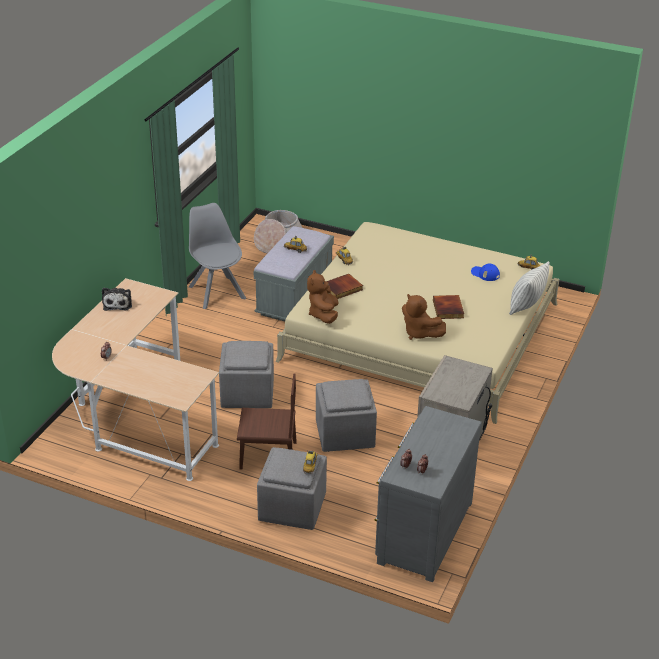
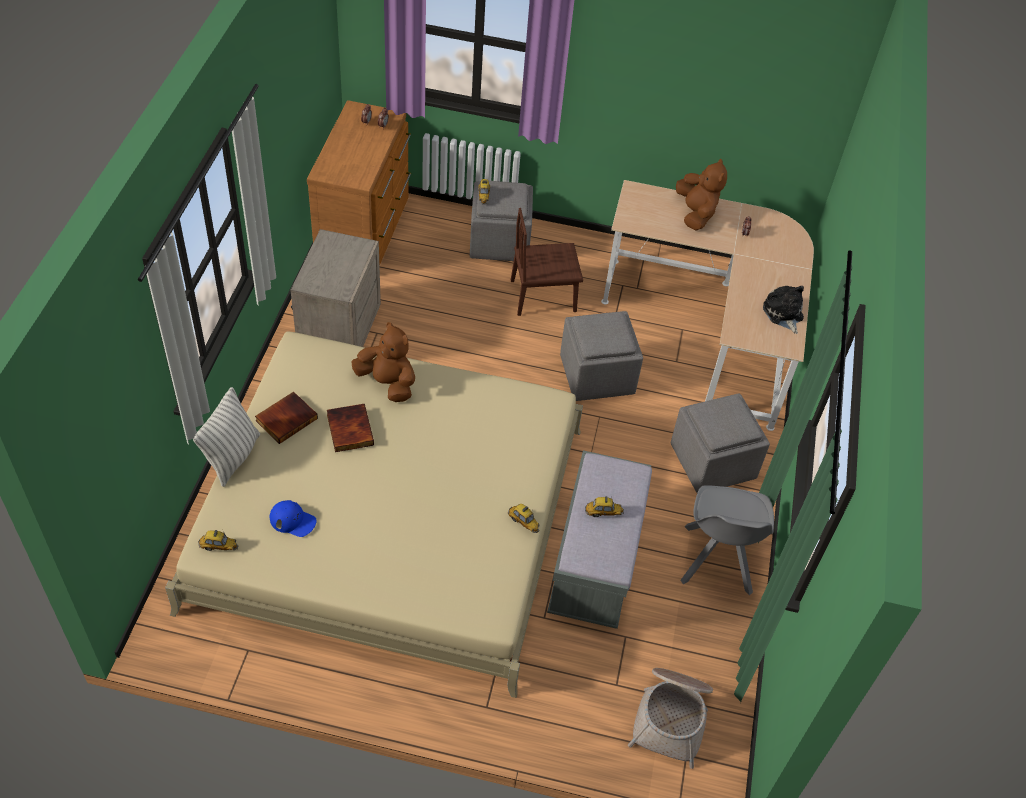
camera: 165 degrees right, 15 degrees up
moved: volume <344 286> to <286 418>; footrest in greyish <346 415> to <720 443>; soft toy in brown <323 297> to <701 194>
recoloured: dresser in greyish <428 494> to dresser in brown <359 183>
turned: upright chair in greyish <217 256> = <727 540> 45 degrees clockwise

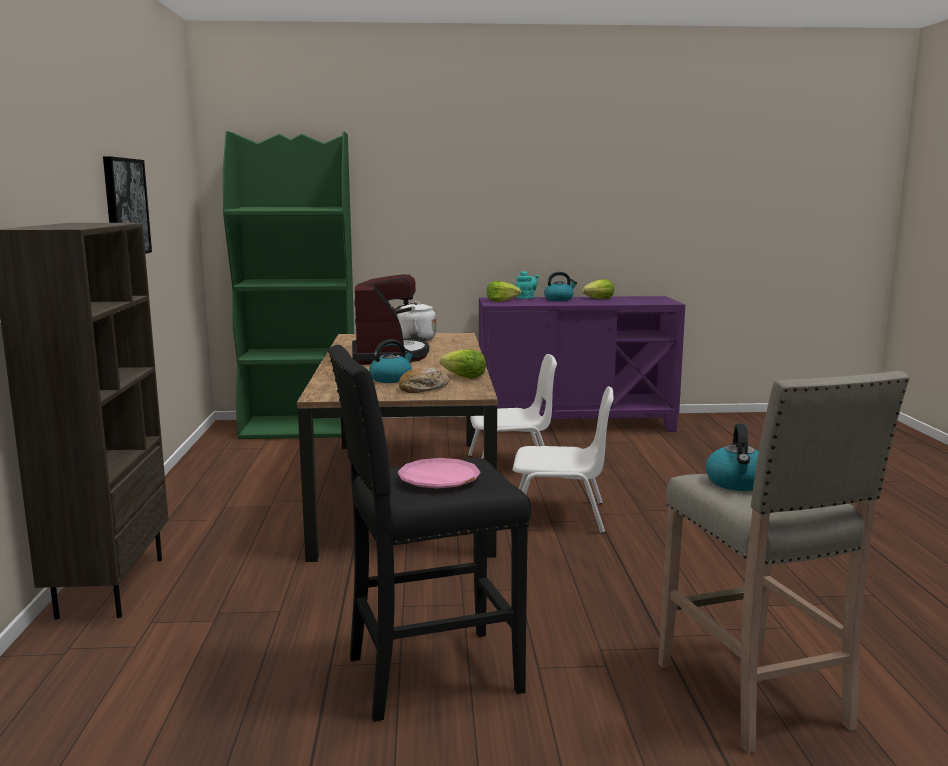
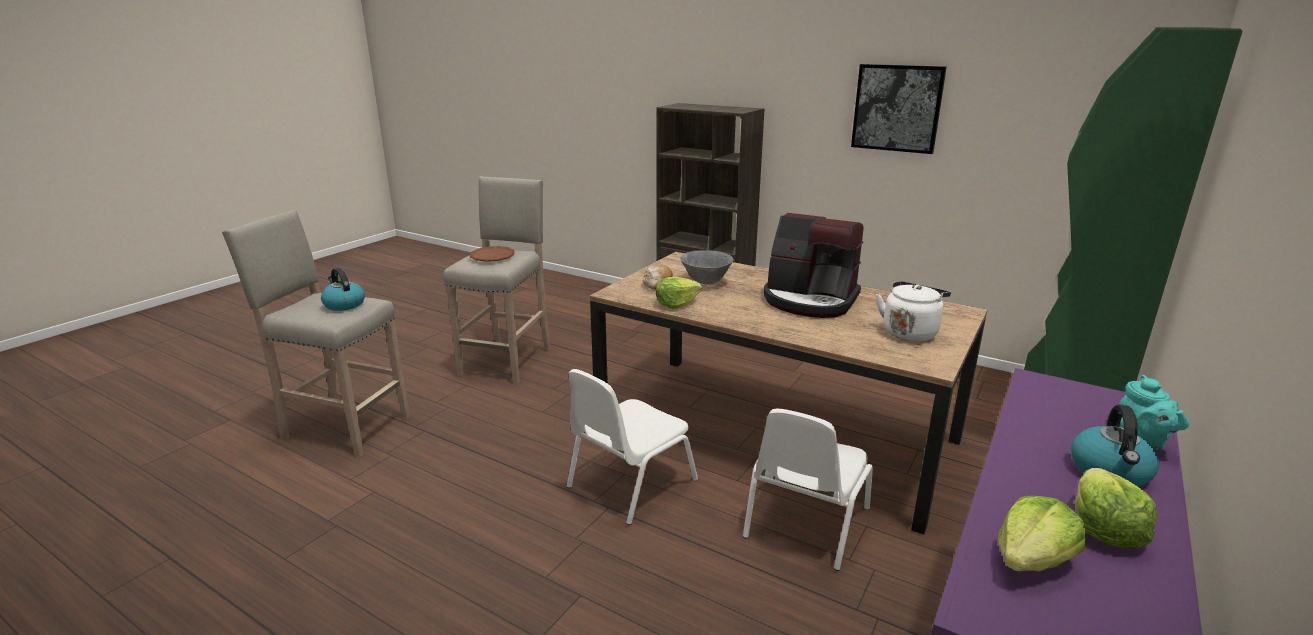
camera: 125 degrees right, 10 degrees up
moved: head of lettuce <504 291> to <1042 534>
replaced: kettle <391 361> to serving bowl in greyish <706 267>
recoloured: sitting stool in black <429 533> to sitting stool in beige <496 280>; plate in pinkish <439 473> to plate in brown <492 254>

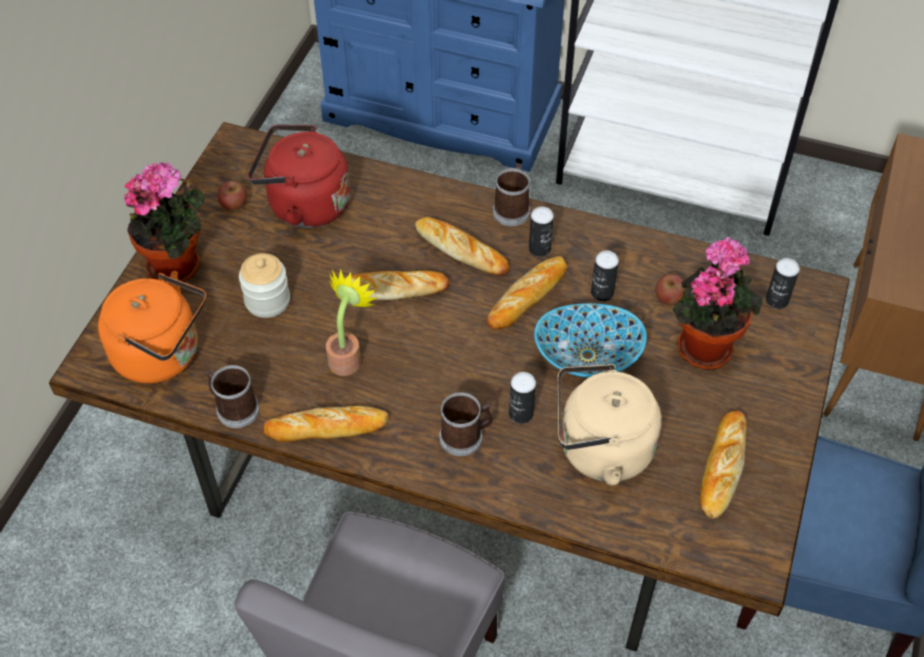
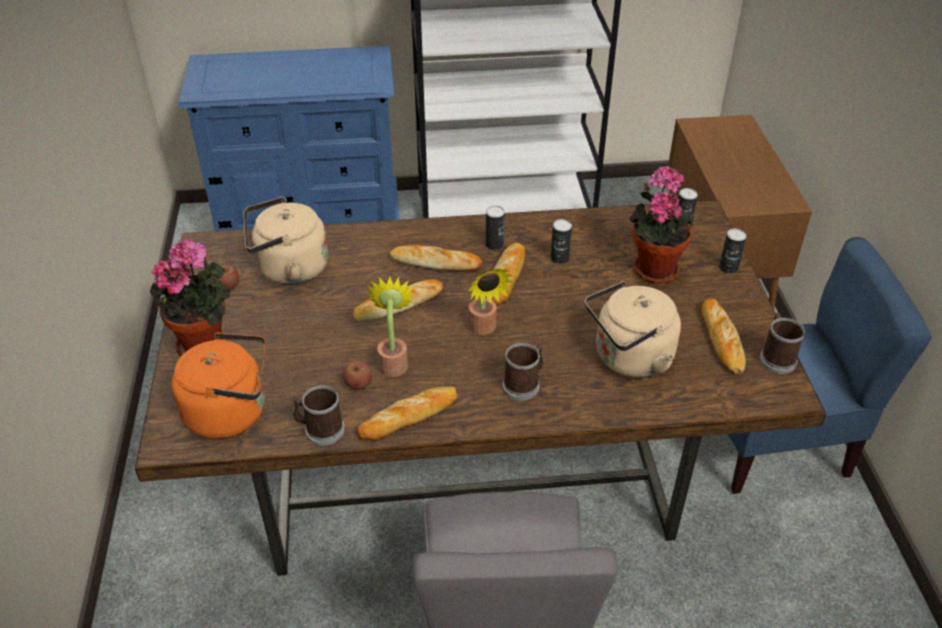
camera: 25 degrees left, 10 degrees down
removed: storage jar <264 285>; serving bowl <590 340>
added: plant in a pot <491 302>
moved: apple <671 289> to <357 375>; sealed can <522 398> to <732 251>; coffee mug <511 194> to <782 343>
recoloured: kettle in red-coloured <299 176> to kettle in beige <285 241>

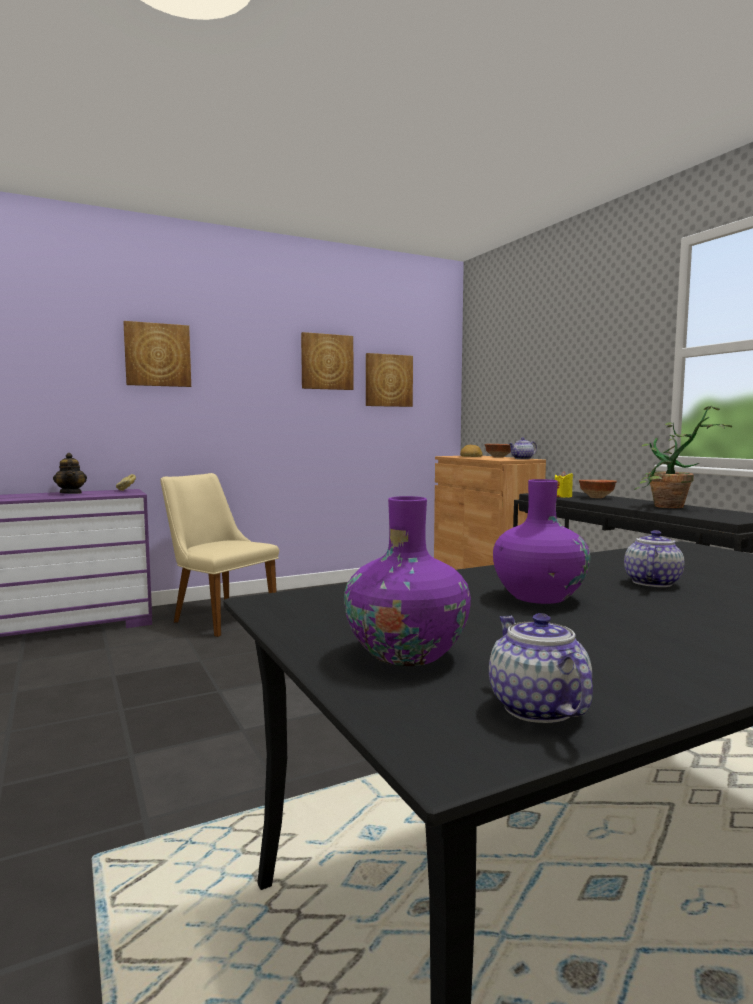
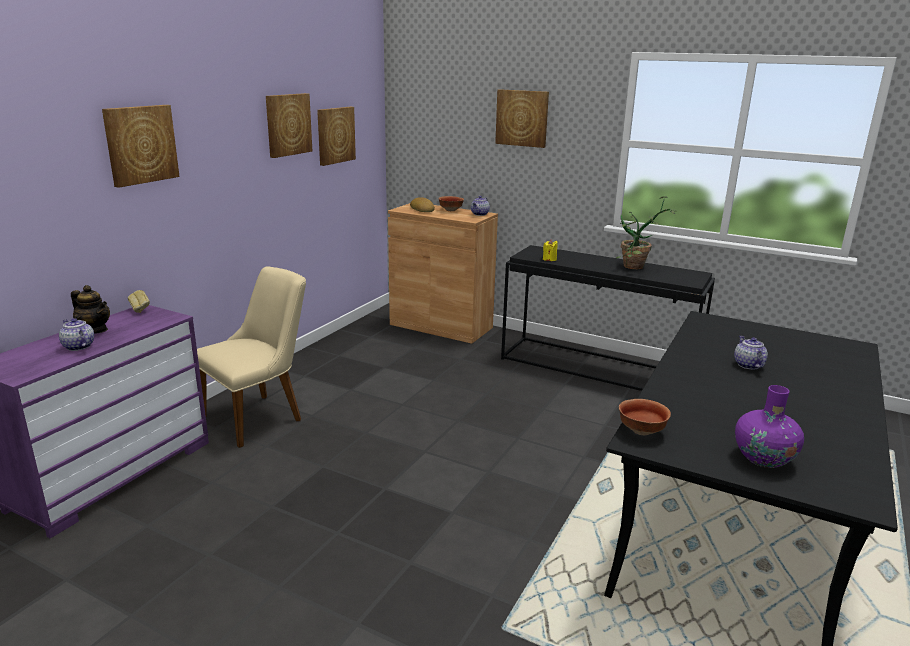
camera: 35 degrees left, 15 degrees up
removed: decorative vase in purplish <541 541>
added: wall art <522 118>
moved: teapot <541 668> to <76 334>; serving bowl <598 489> to <645 417>
turned: upright chair in beige <219 555> = <251 357> 135 degrees clockwise

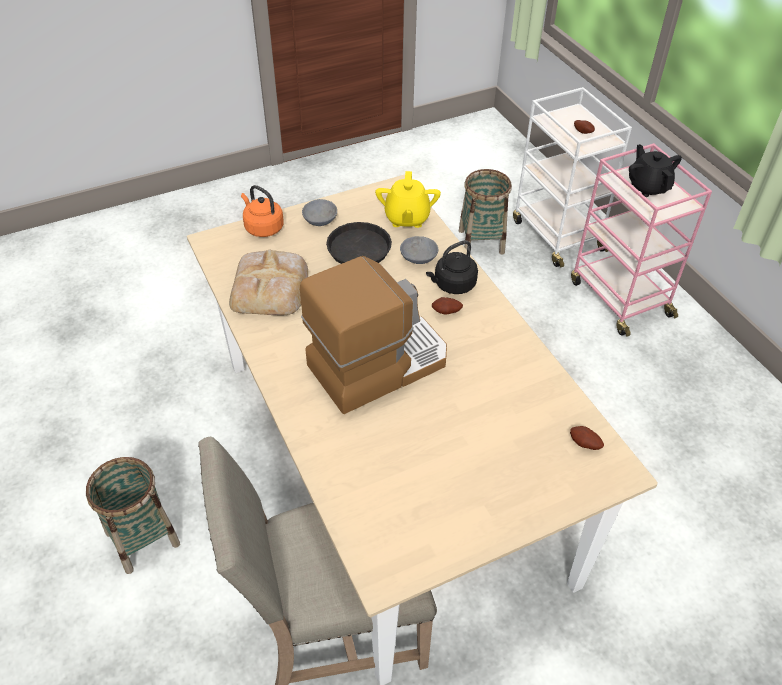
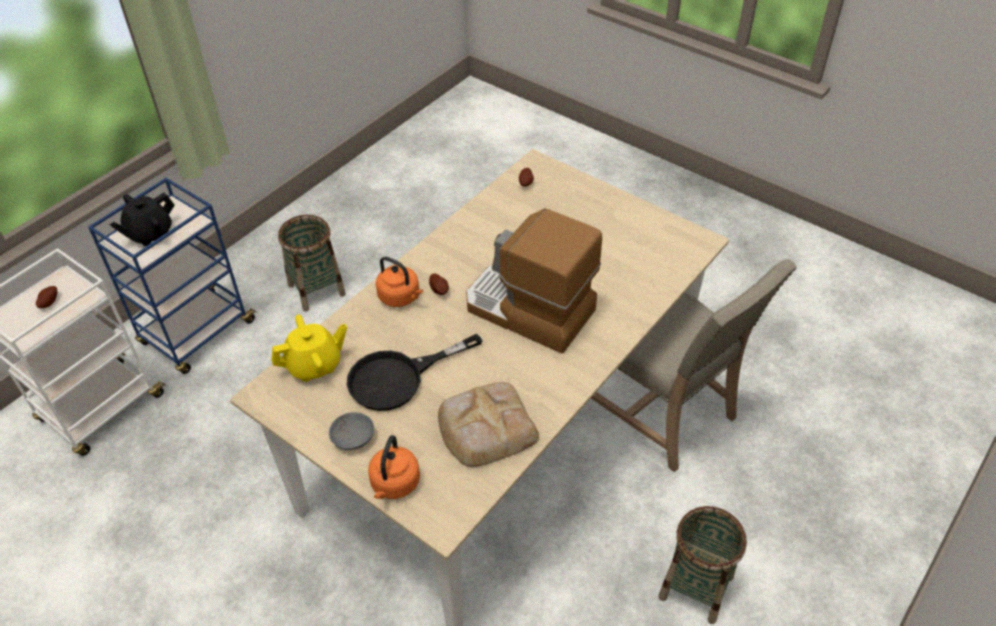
camera: 115 degrees left, 0 degrees up
removed: serving bowl in greyish <419 250>
moved: basket <485 212> to <312 263>
recoloured: cart in pinkish <641 240> to cart in blue-coloured <173 276>; kettle in black <452 267> to kettle in orangey <399 281>

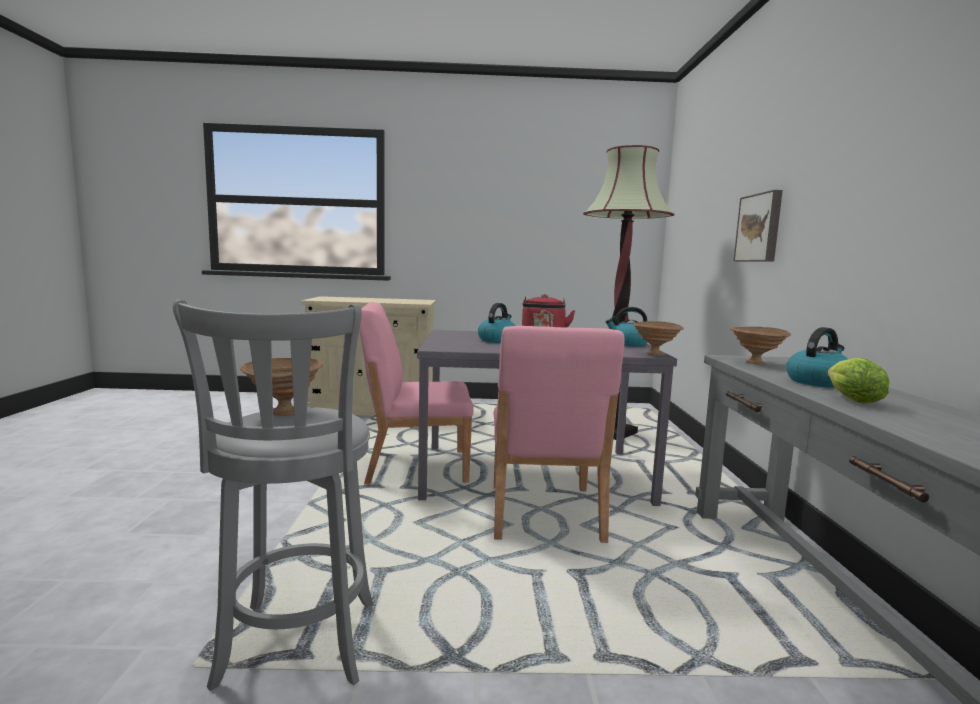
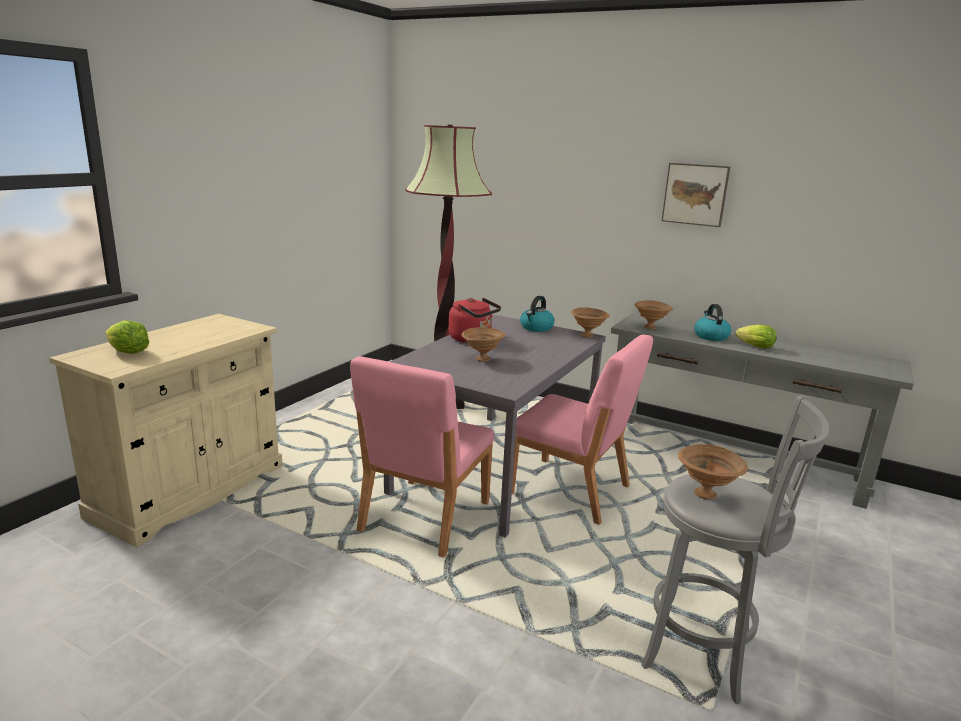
camera: 60 degrees left, 10 degrees up
added: head of lettuce <127 337>
moved: wall art <758 226> to <696 195>
replaced: kettle <496 323> to serving bowl in brown <483 344>

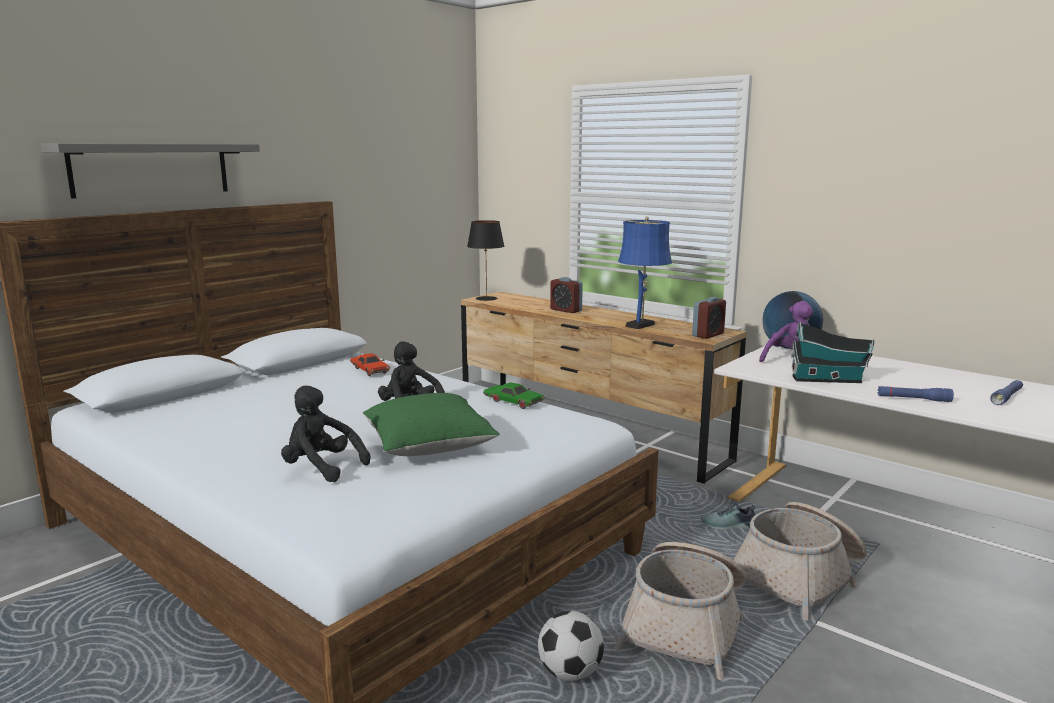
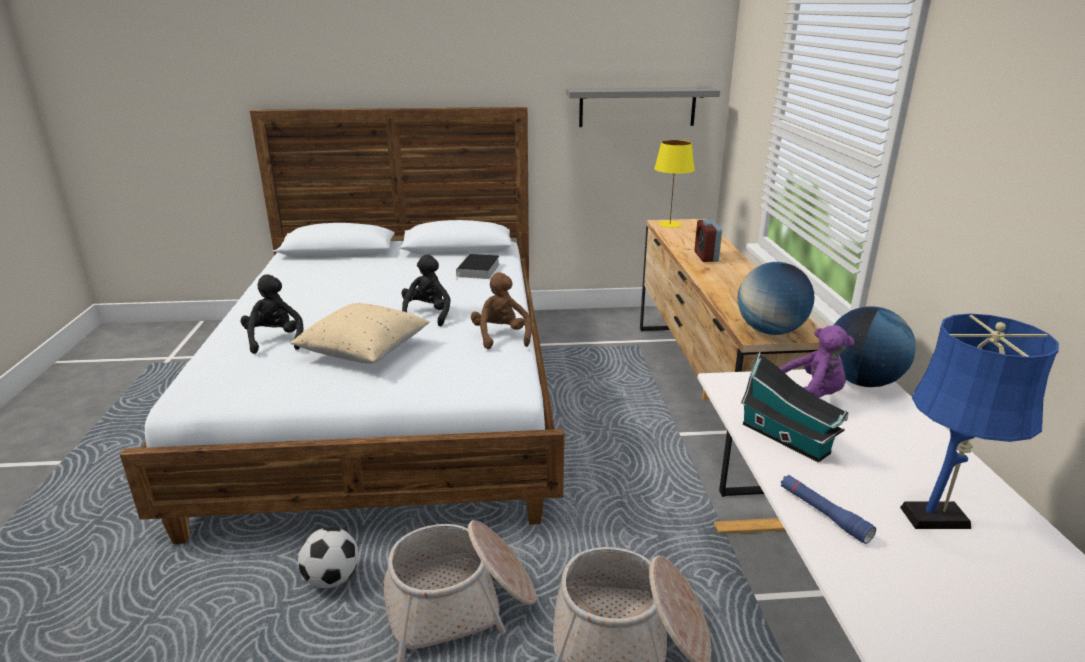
camera: 45 degrees right, 10 degrees up
removed: shoe <728 516>; flashlight in blue-coloured <1006 392>
moved: shelf in greyish <150 171> to <643 107>; lamp for a table in blue-coloured <645 272> to <979 421>
replaced: model car in red-coloured <370 364> to volume <477 267>; model car in greenish <513 395> to soft toy in brown <501 310>; table clock <709 318> to world globe <776 298>
recoloured: throw pillow in greenish <431 424> to throw pillow in beige <360 333>; lamp for a table in black <485 260> to lamp for a table in yellow-coloured <674 184>

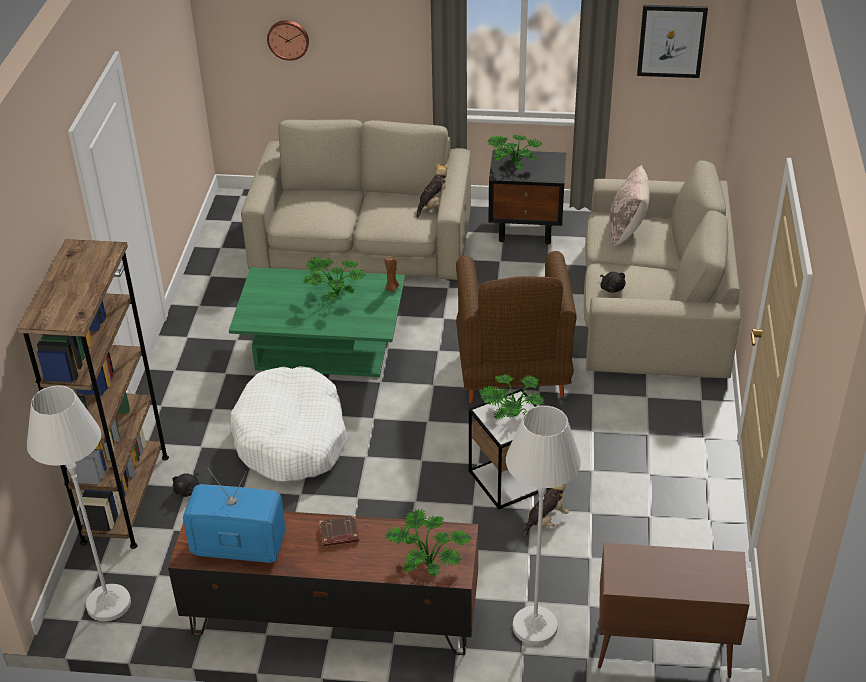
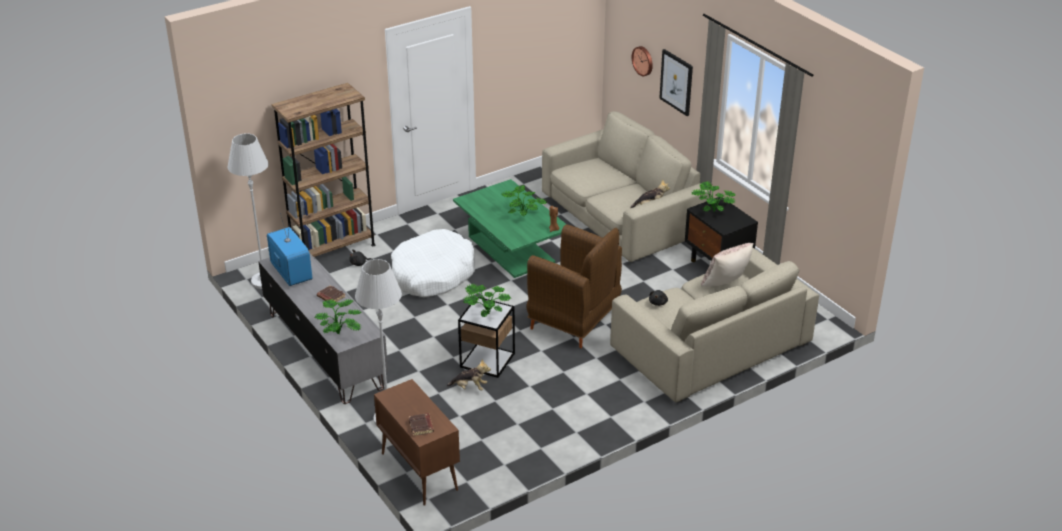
camera: 50 degrees right, 5 degrees down
added: volume in brown <421 424>
moved: wall art <672 41> to <676 82>
recoloured: tv unit in brown <323 583> to tv unit in greyish <323 329>
turned: armchair in brown <516 327> = <574 286> 105 degrees counterclockwise

